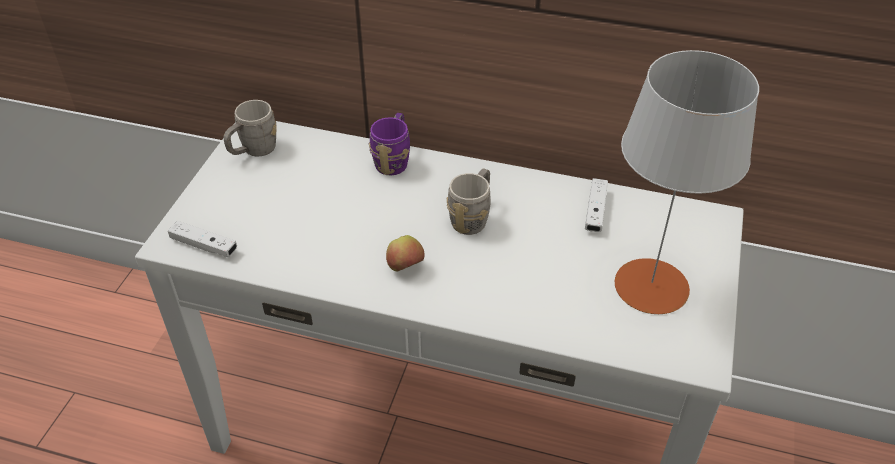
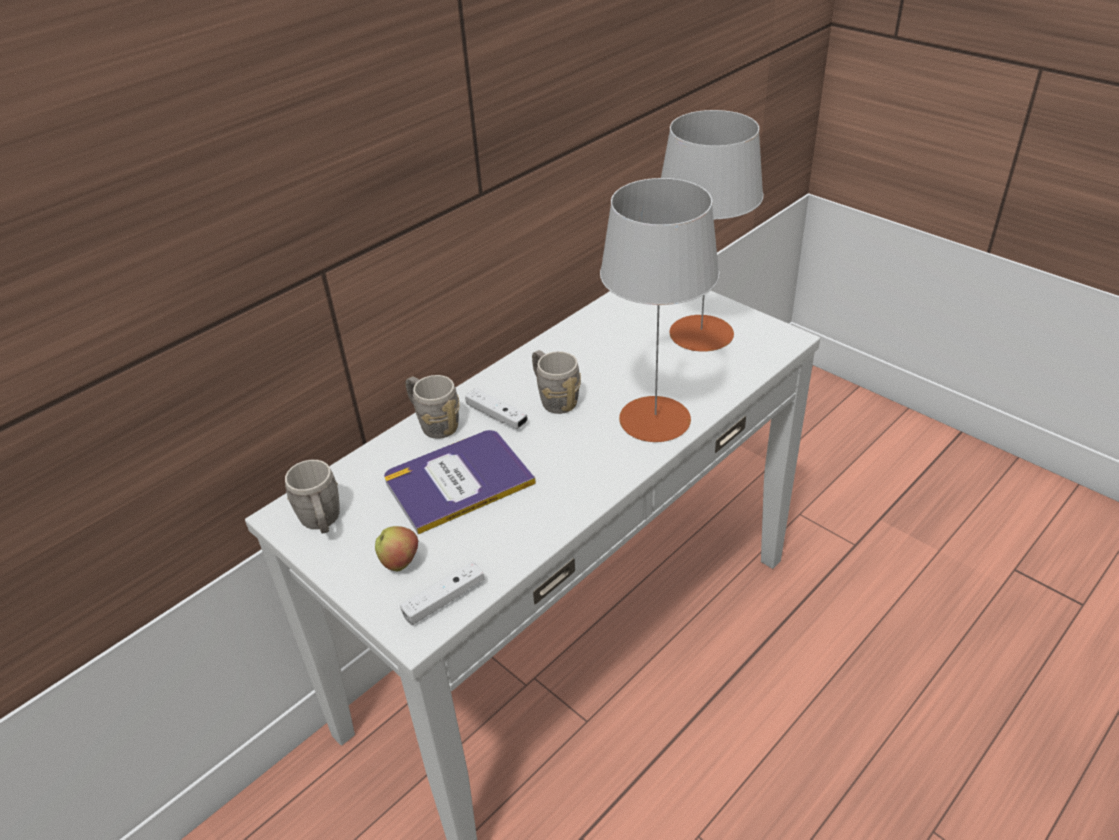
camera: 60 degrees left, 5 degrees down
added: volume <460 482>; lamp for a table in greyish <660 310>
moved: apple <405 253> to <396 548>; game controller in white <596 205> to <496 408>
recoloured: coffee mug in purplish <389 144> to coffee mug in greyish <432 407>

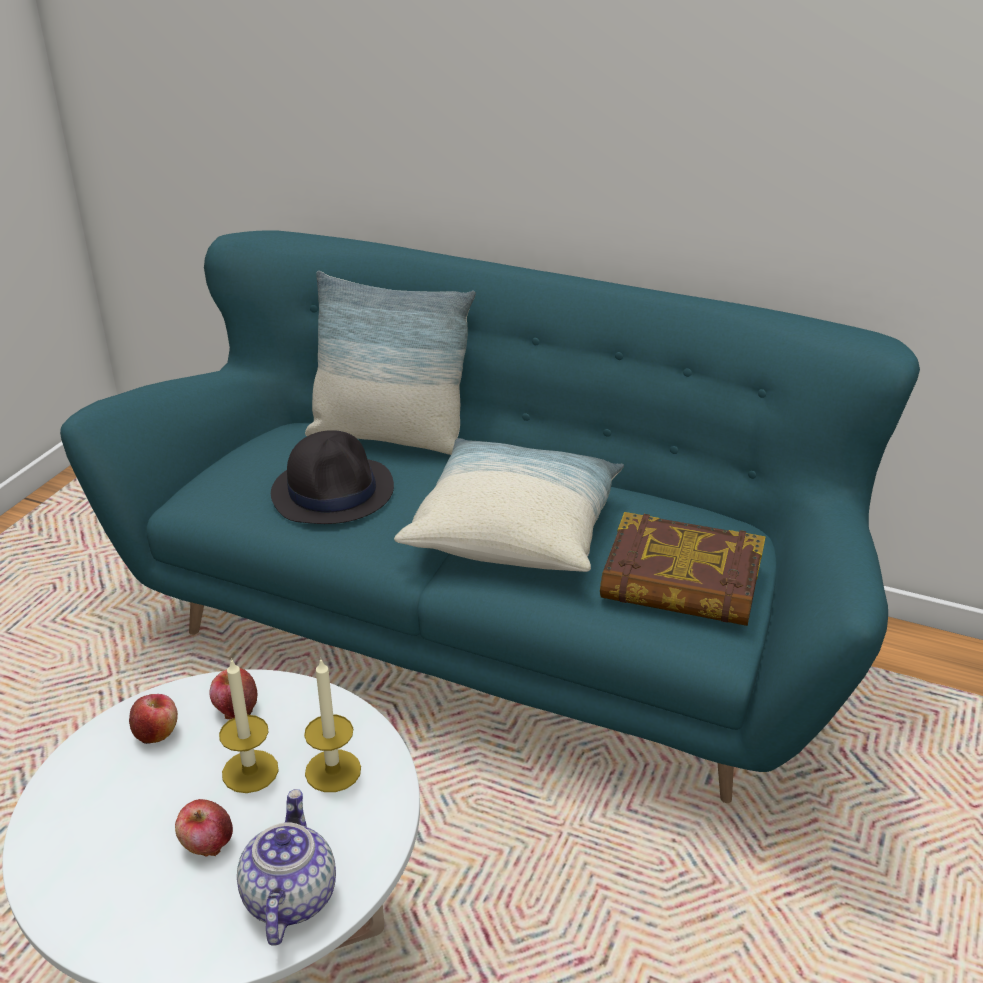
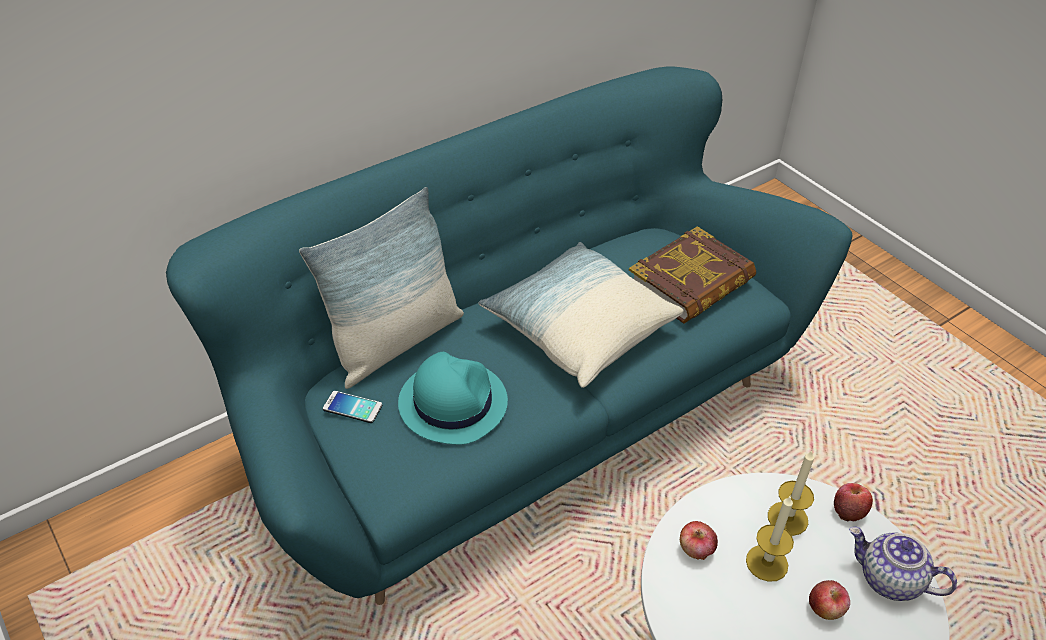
camera: 60 degrees left, 10 degrees up
added: handset <352 407>
moved: apple <153 719> to <853 502>
recoloured: clothing hat in black <332 477> to clothing hat in turquoise <453 398>

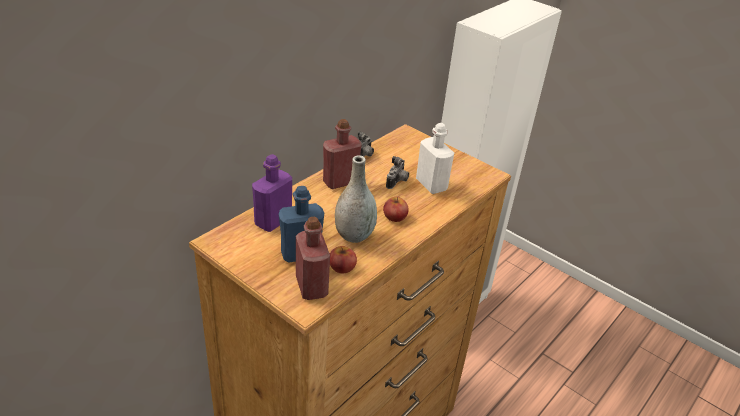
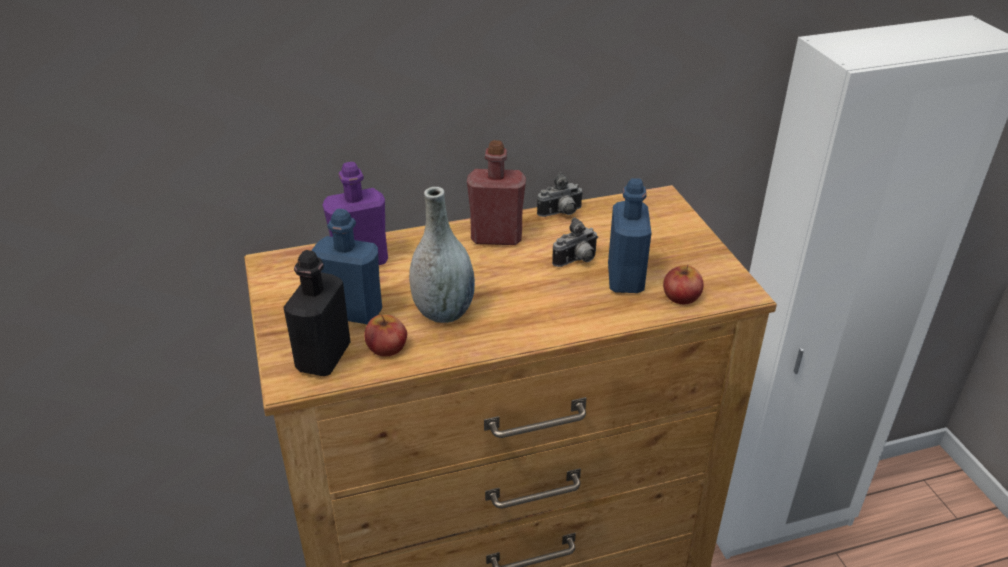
camera: 35 degrees right, 0 degrees up
moved: apple <396 209> to <683 284>
recoloured: bottle in red-coloured <313 258> to bottle in black <317 313>; bottle in white <435 158> to bottle in blue-coloured <629 235>

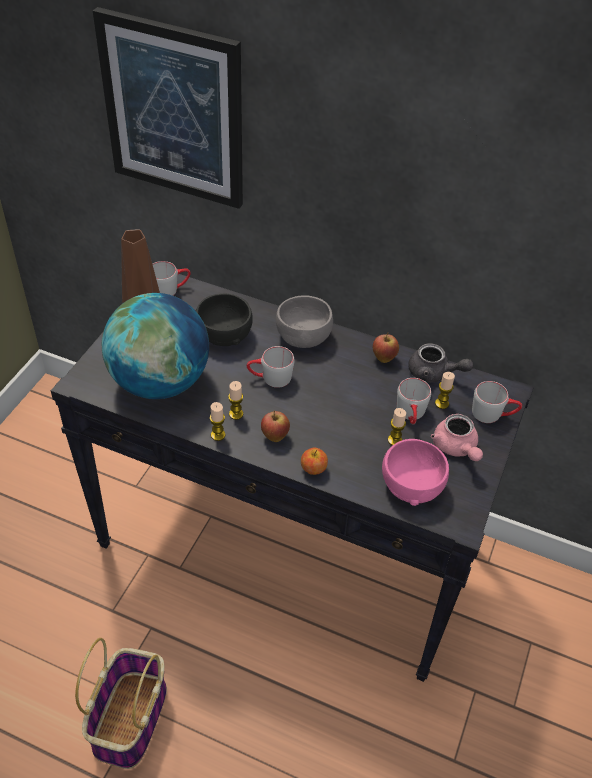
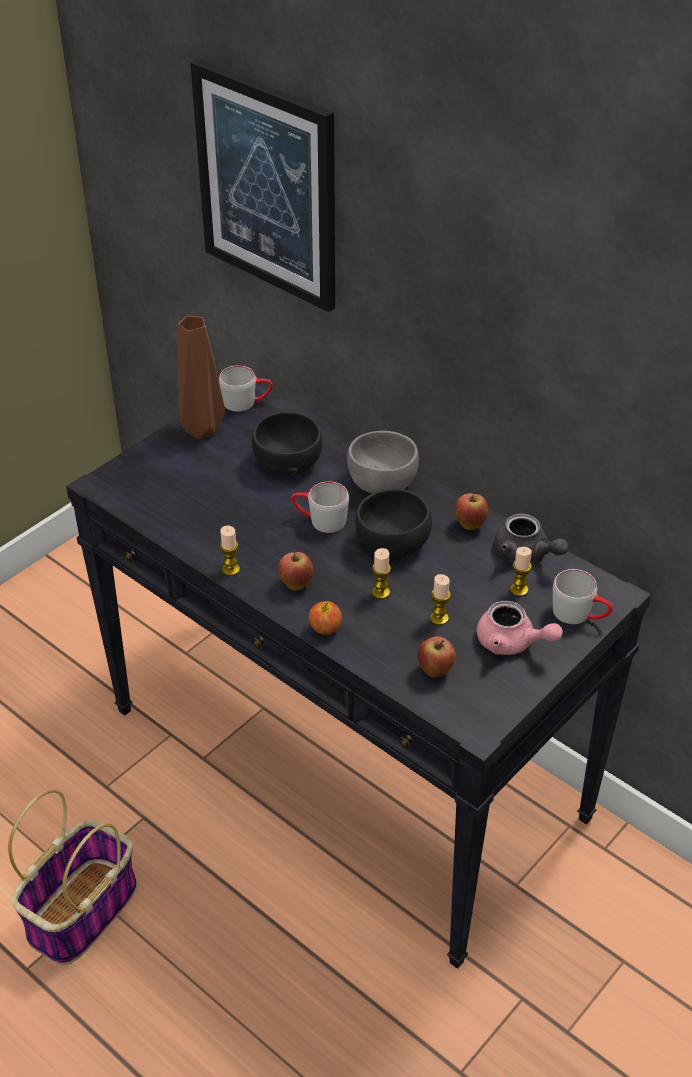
camera: 20 degrees right, 5 degrees down
removed: world globe <155 346>; coffee mug in greyish <414 401>
added: serving bowl in black <393 523>
moved: wax light <235 400> to <381 573>
replaced: serving bowl in pinkish <415 472> to apple <436 656>
turned: teapot in pinkish <457 437> = <519 628> 60 degrees counterclockwise

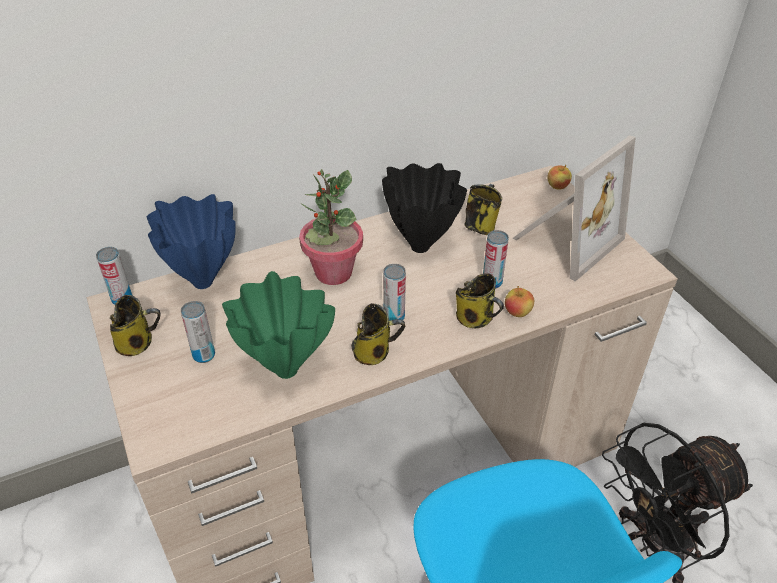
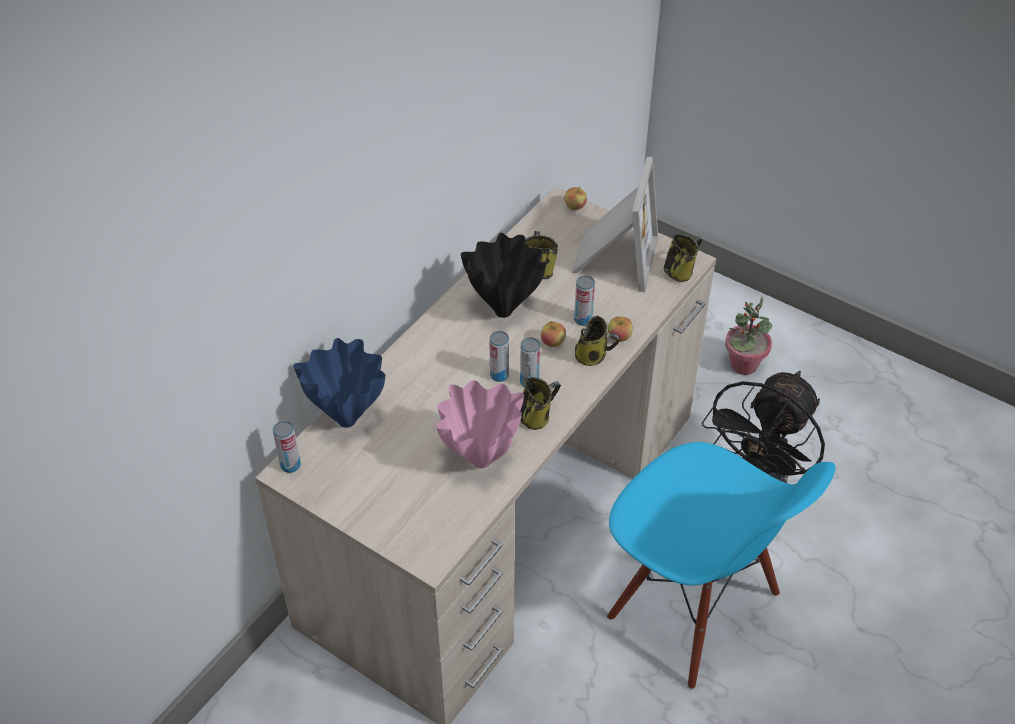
camera: 30 degrees left, 5 degrees up
added: apple <553 334>
moved: sealed can <198 332> to <499 356>; coffee mug <135 325> to <683 258>; plant in a pot <331 227> to <748 335>
recoloured: decorative vase in greenish <278 325> to decorative vase in pinkish <480 424>

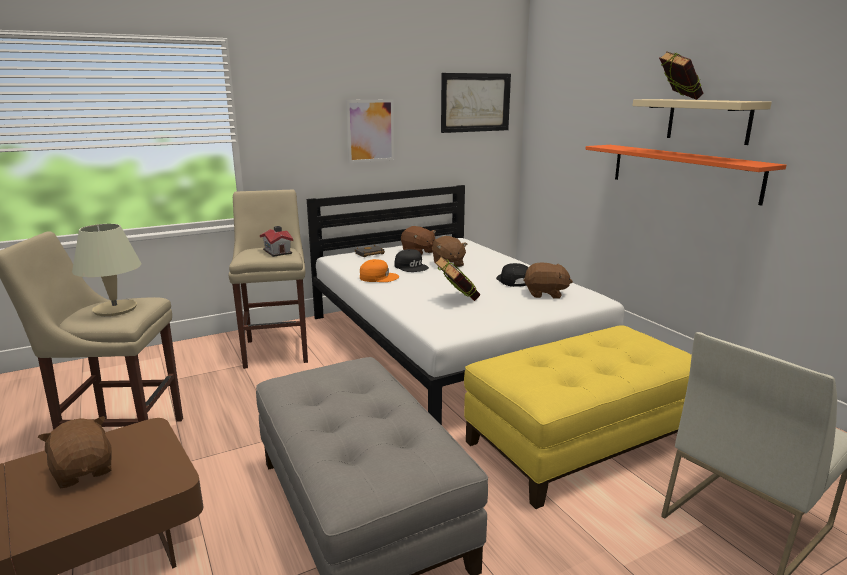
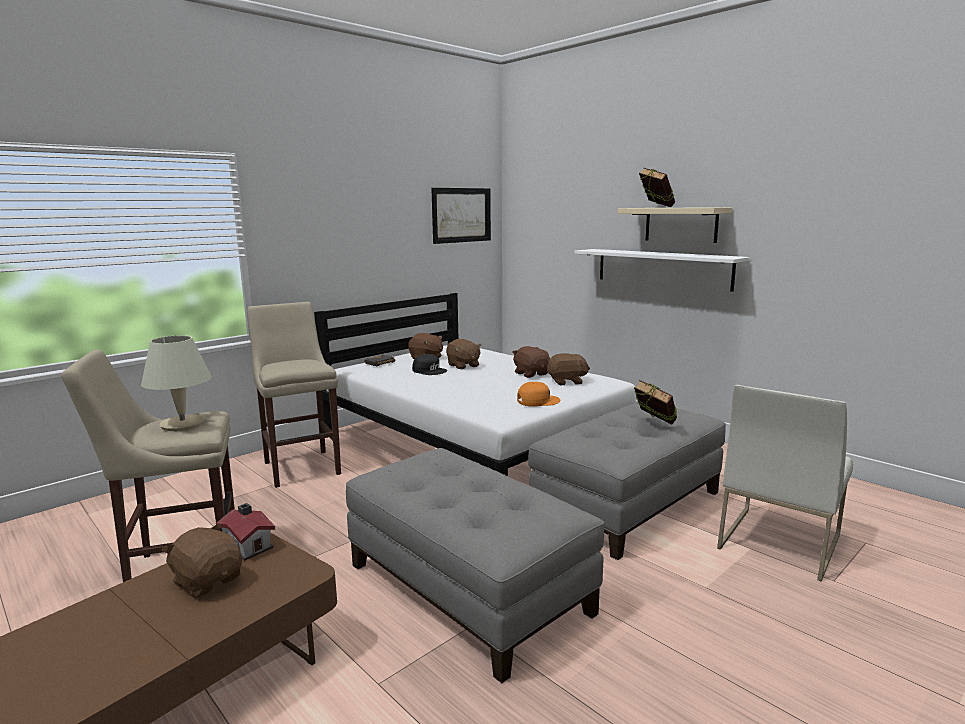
camera: 15 degrees left, 5 degrees down
removed: wall art <370 131>
moved: miniature house <276 241> to <245 532>; cap in orangey <379 270> to <538 394>; volume <458 278> to <655 402>
replaced: cap in black <512 275> to soft toy in brown <531 362>
recoloured: footrest in yellow-coloured <578 417> to footrest in greyish <627 481>; shelf in orangey <685 175> to shelf in white <662 270>

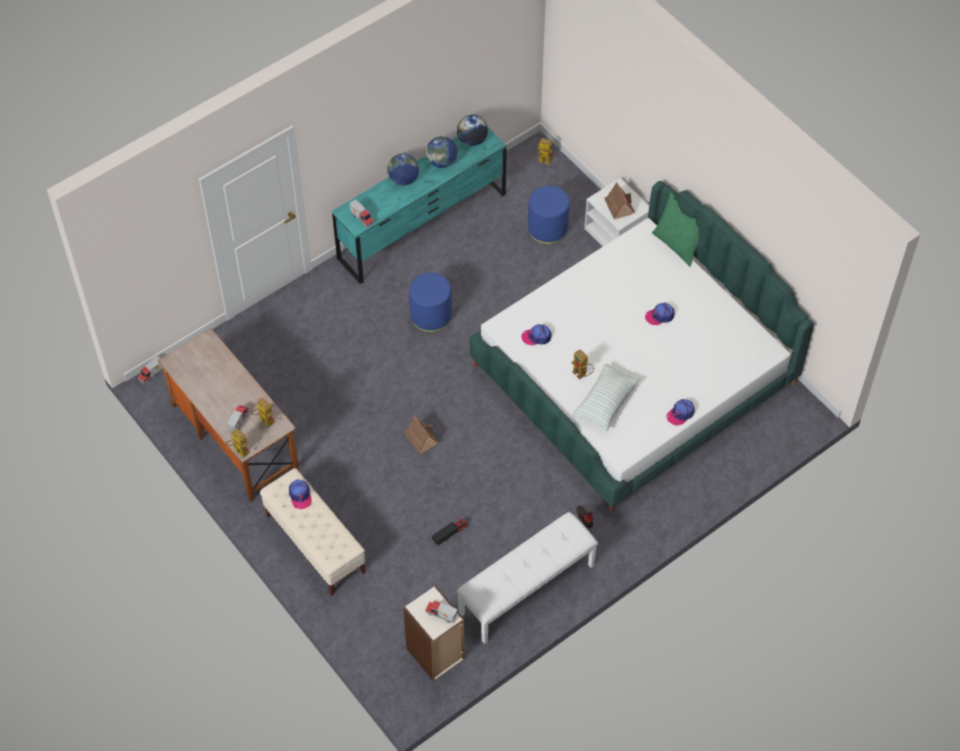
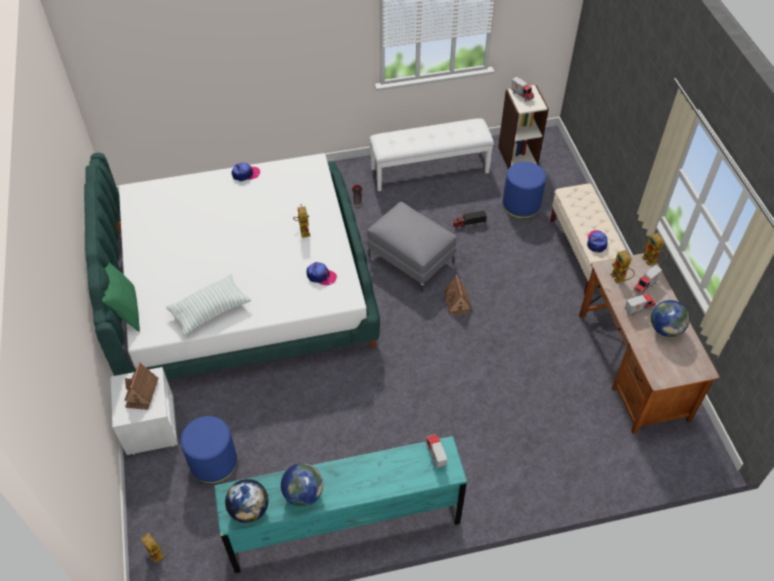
camera: 155 degrees left, 5 degrees down
removed: cap <660 314>
added: footrest in greyish <411 247>
moved: throw pillow <606 397> to <208 305>; footrest in blue-coloured <430 302> to <524 190>; model truck <150 370> to <640 305>; world globe <403 169> to <670 318>

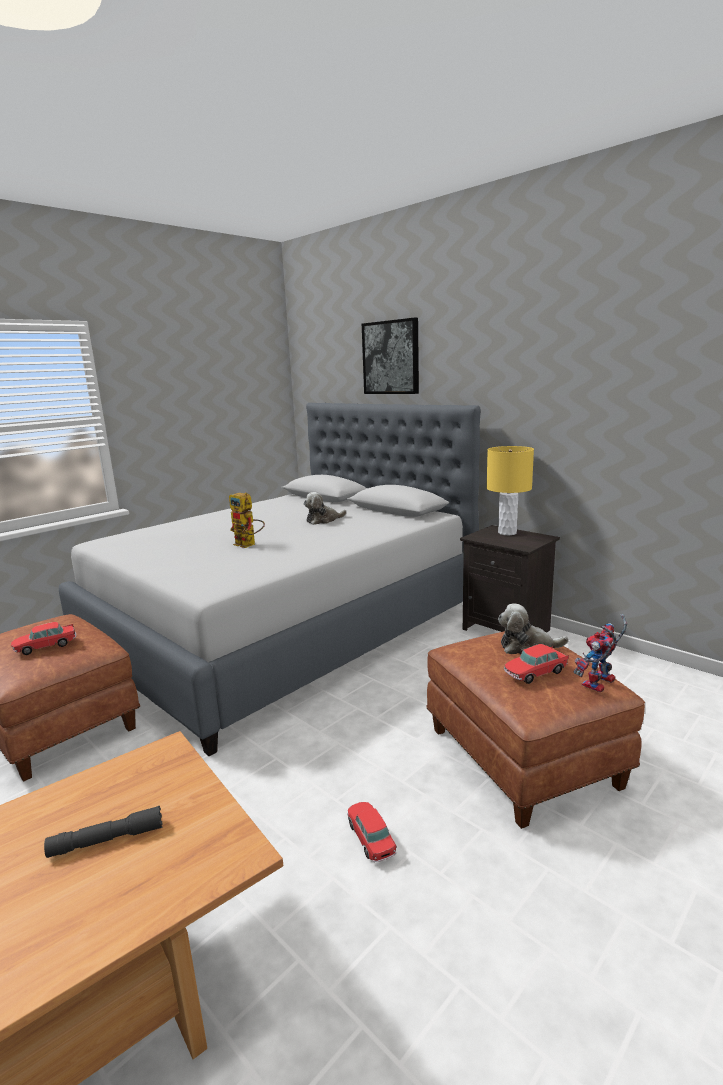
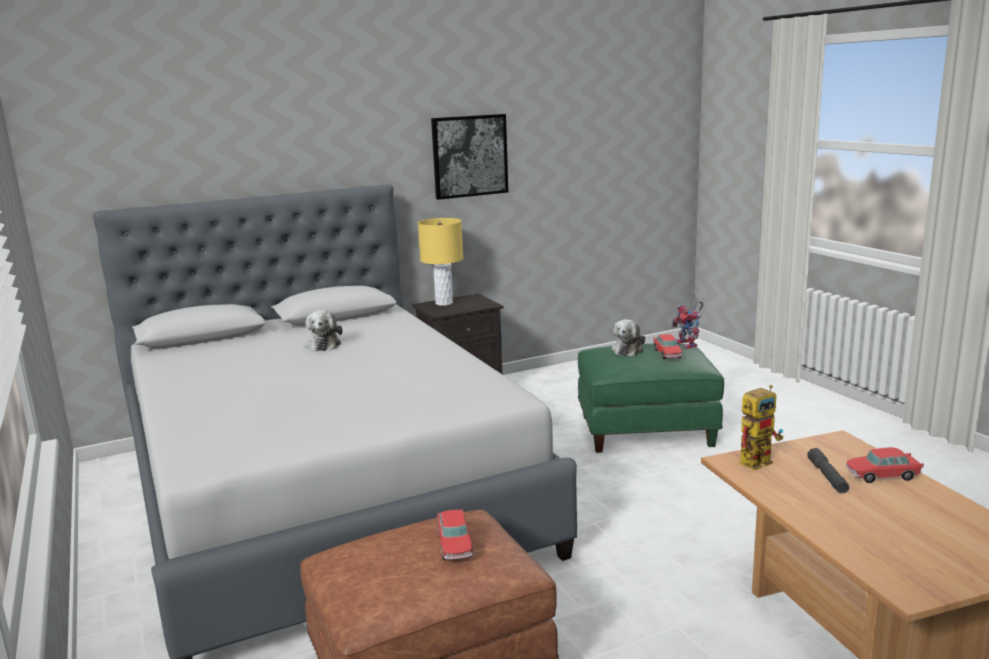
camera: 70 degrees left, 0 degrees up
moved: wall art <390 356> to <469 157>; robot figure <247 520> to <761 427>; model car <372 832> to <885 465>
recoloured: footrest in brown <535 730> to footrest in greenish <651 398>

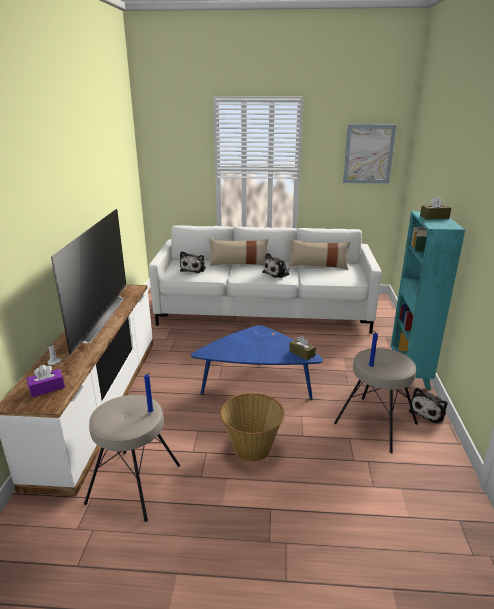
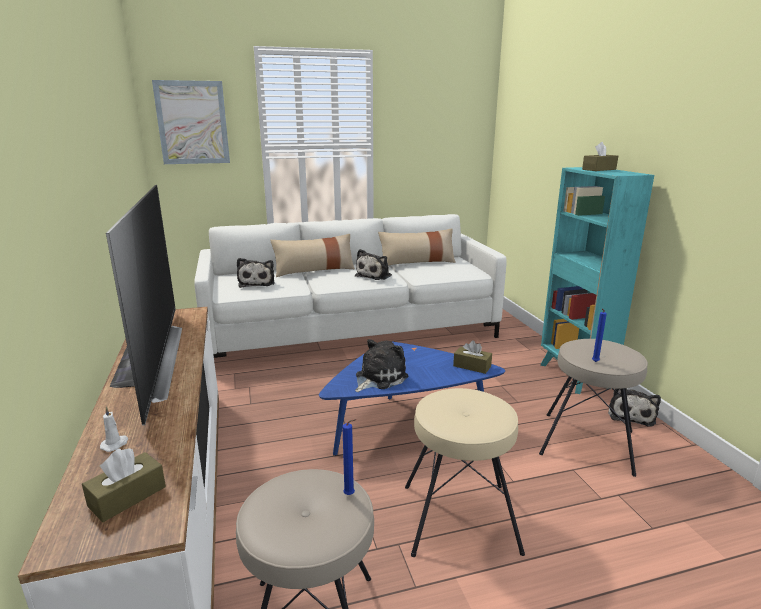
camera: 20 degrees left, 5 degrees down
added: soft toy <381 365>
moved: wall art <369 154> to <191 122>
replaced: basket <252 427> to sitting stool in beige <465 472>
recoloured: box of tissues in purplish <46 381> to box of tissues in brown <124 485>

